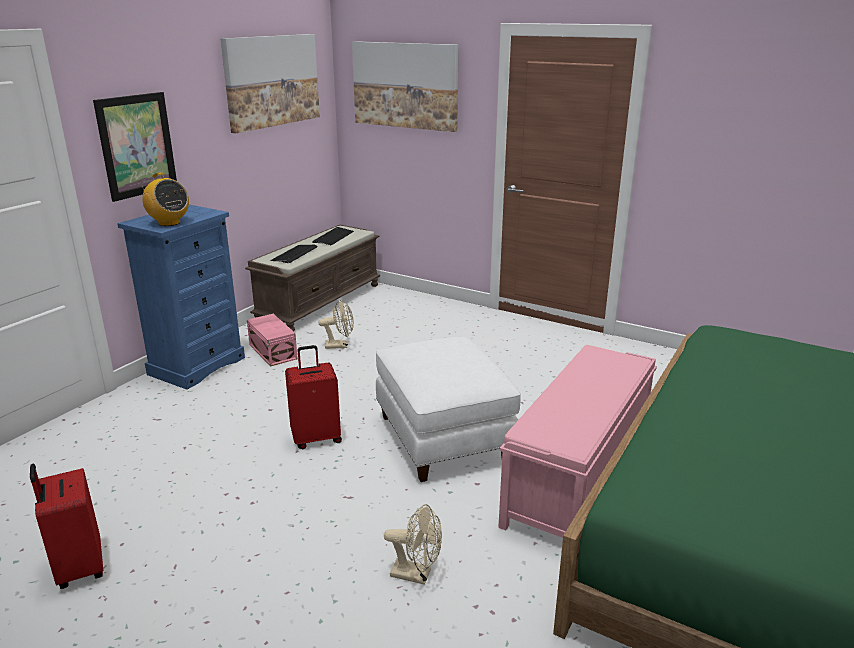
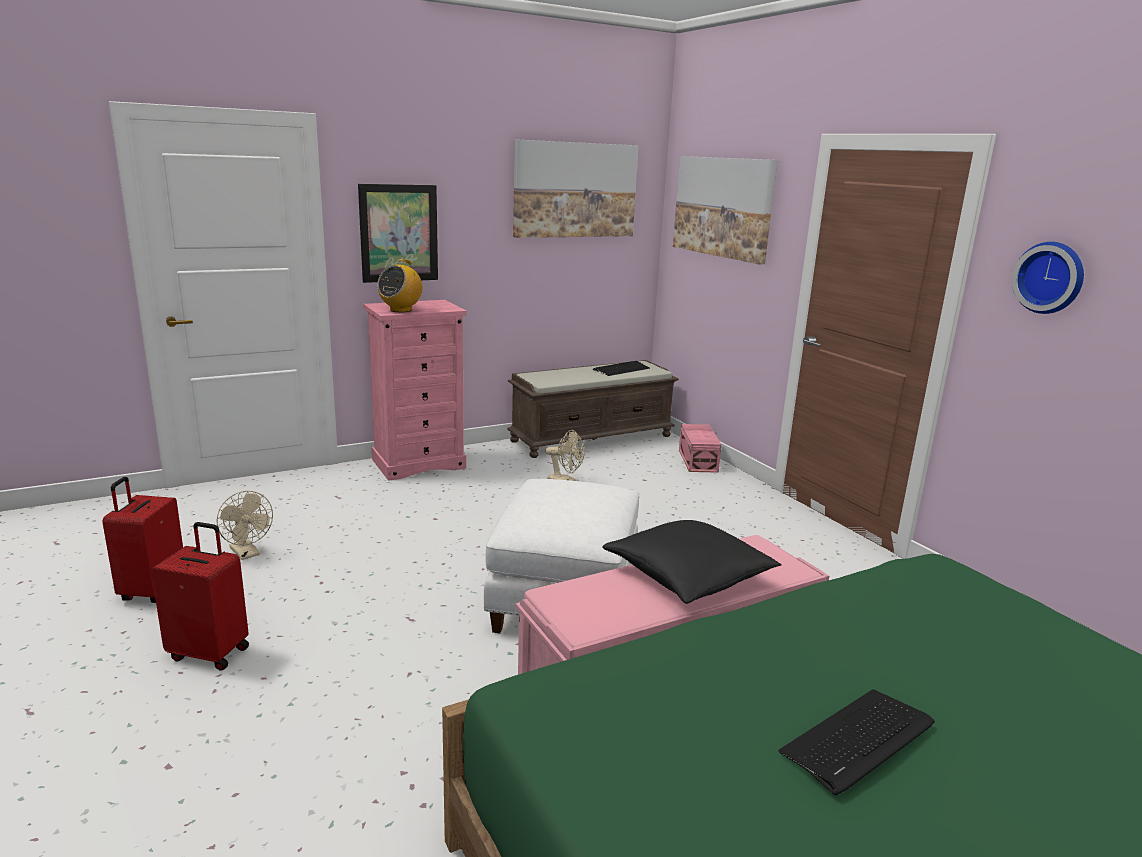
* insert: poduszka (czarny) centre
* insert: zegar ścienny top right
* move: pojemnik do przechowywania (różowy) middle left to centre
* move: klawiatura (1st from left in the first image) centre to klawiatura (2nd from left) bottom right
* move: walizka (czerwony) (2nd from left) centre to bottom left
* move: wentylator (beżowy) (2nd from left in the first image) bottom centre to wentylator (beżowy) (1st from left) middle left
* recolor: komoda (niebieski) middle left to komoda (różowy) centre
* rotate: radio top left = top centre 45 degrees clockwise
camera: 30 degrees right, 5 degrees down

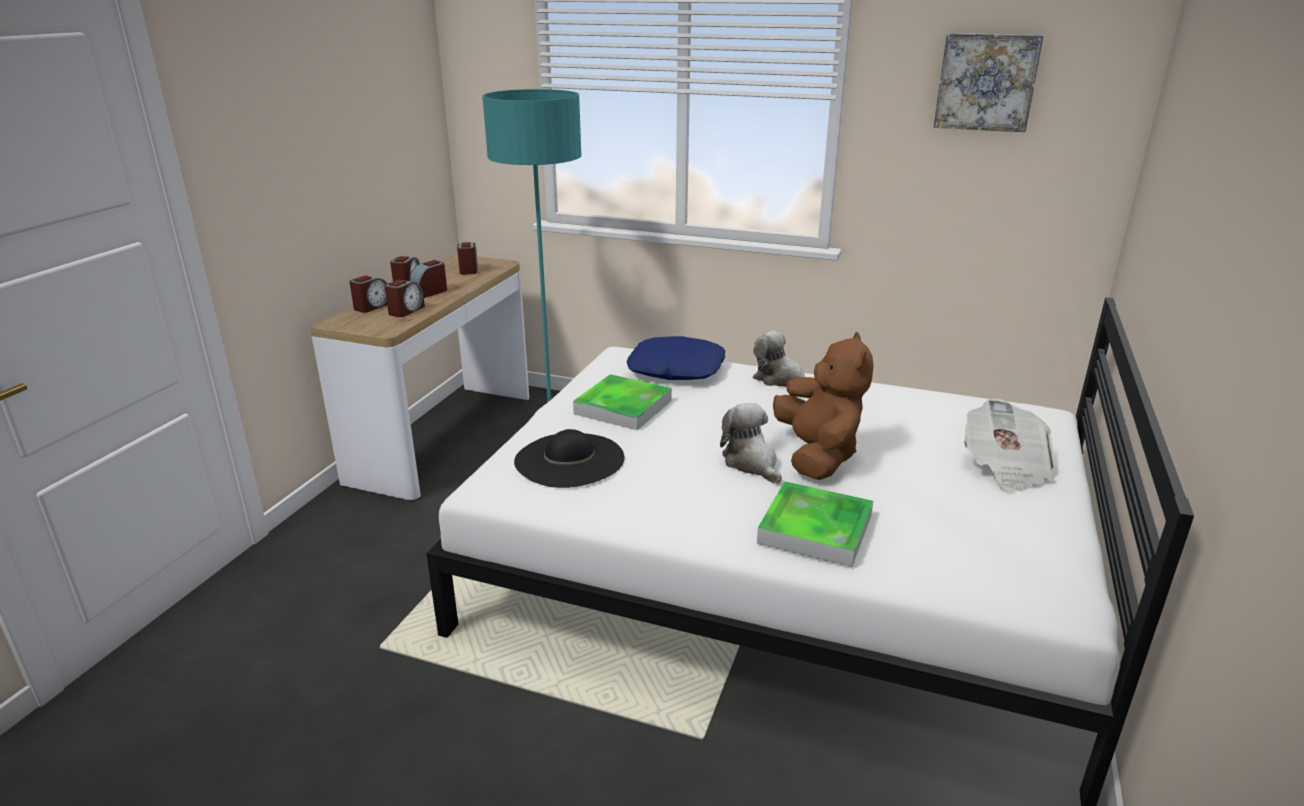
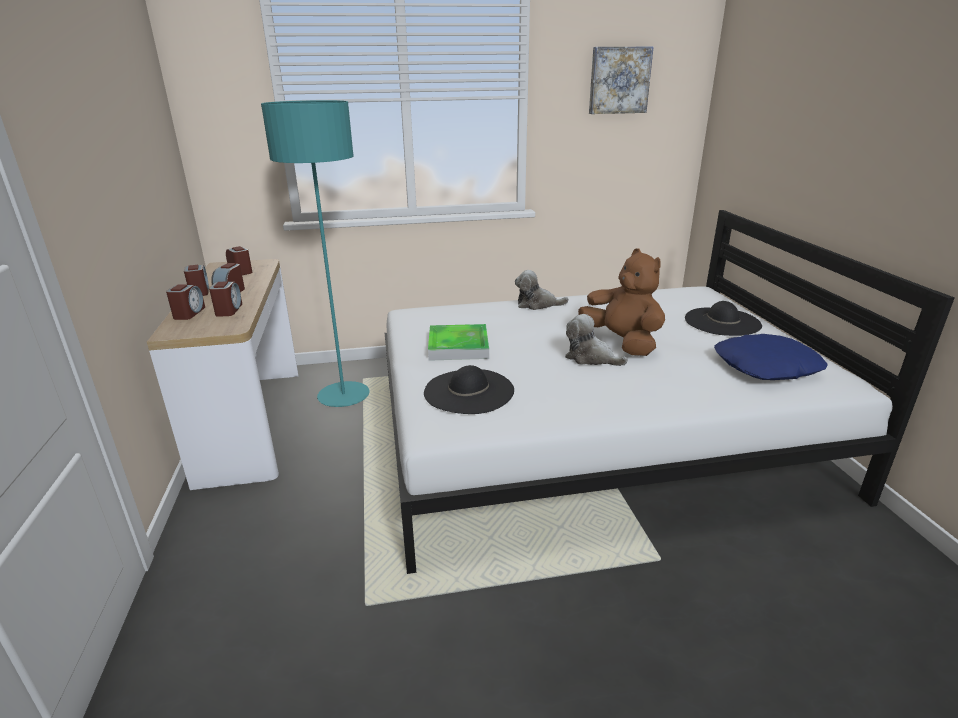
* delete: taca (2nd from left) centre
* move: poduszka (niebieski) centre to middle right
* replace: gazeta middle right to kapelusz (czarny) (2nd from left) middle right
camera: 30 degrees left, 0 degrees up

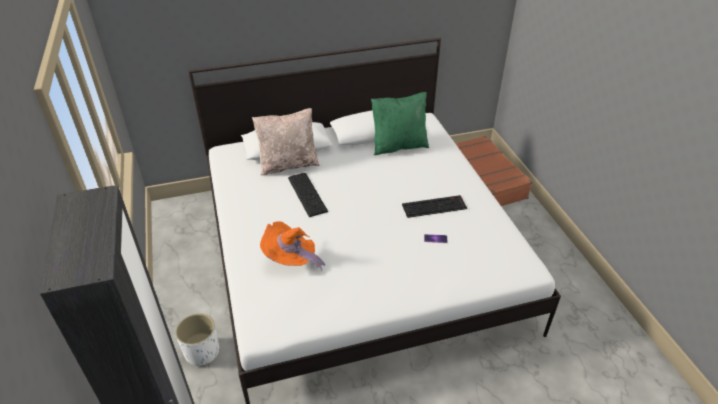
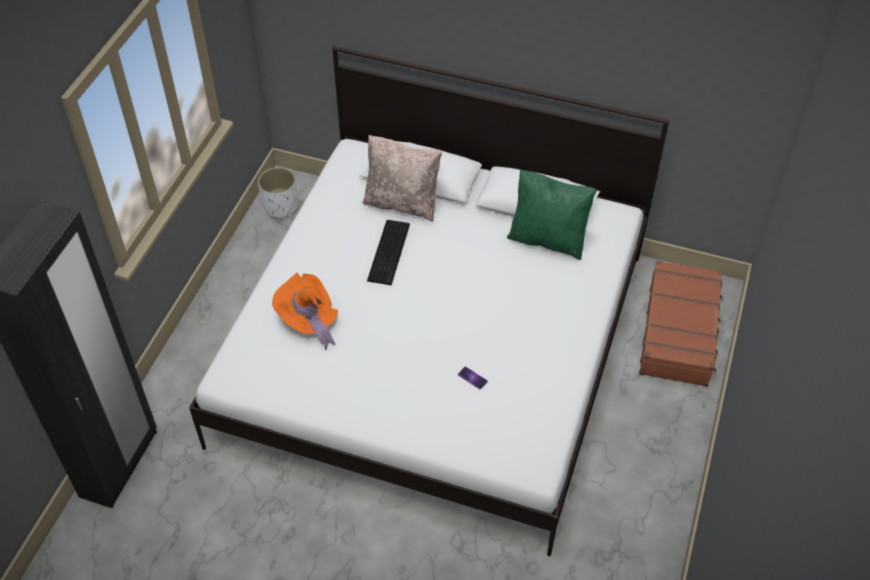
* delete: klawiatura (2nd from left) centre
* move: donica (biały) bottom left to top left
camera: 35 degrees right, 10 degrees up

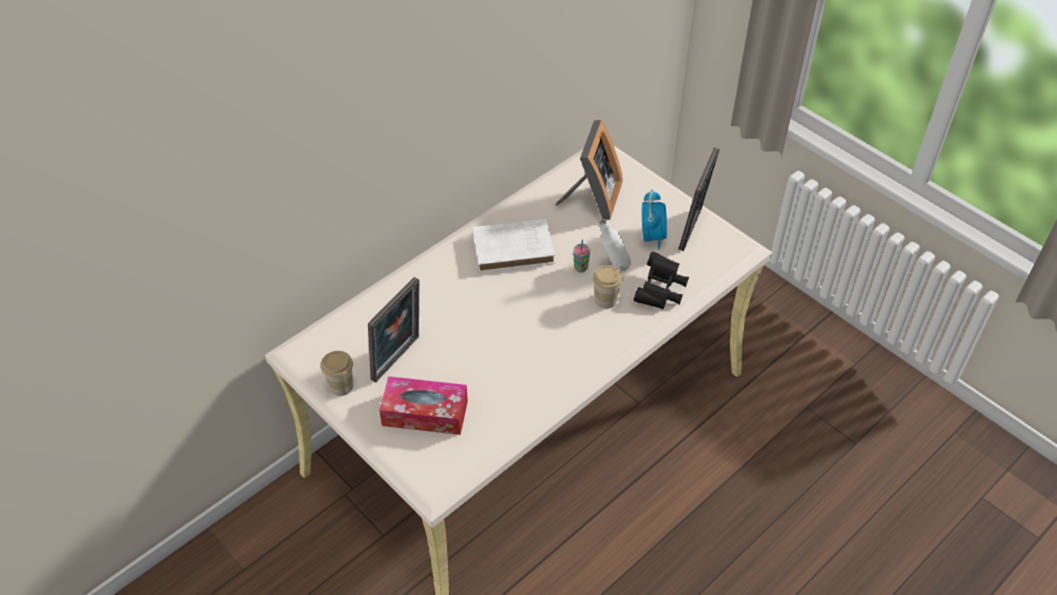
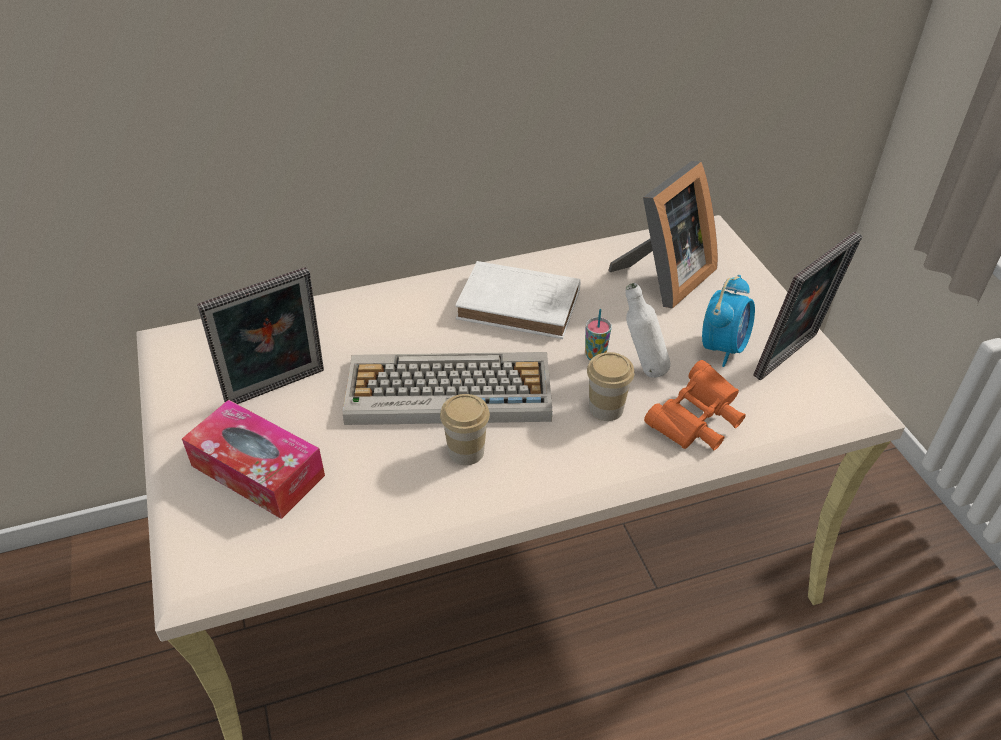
* insert: klawiatura centre
* move: filiżanka (1st from left) middle left to centre
* recolor: lornetka (czarny) centre to lornetka (pomarańczowy) middle right
camera: 25 degrees right, 5 degrees down

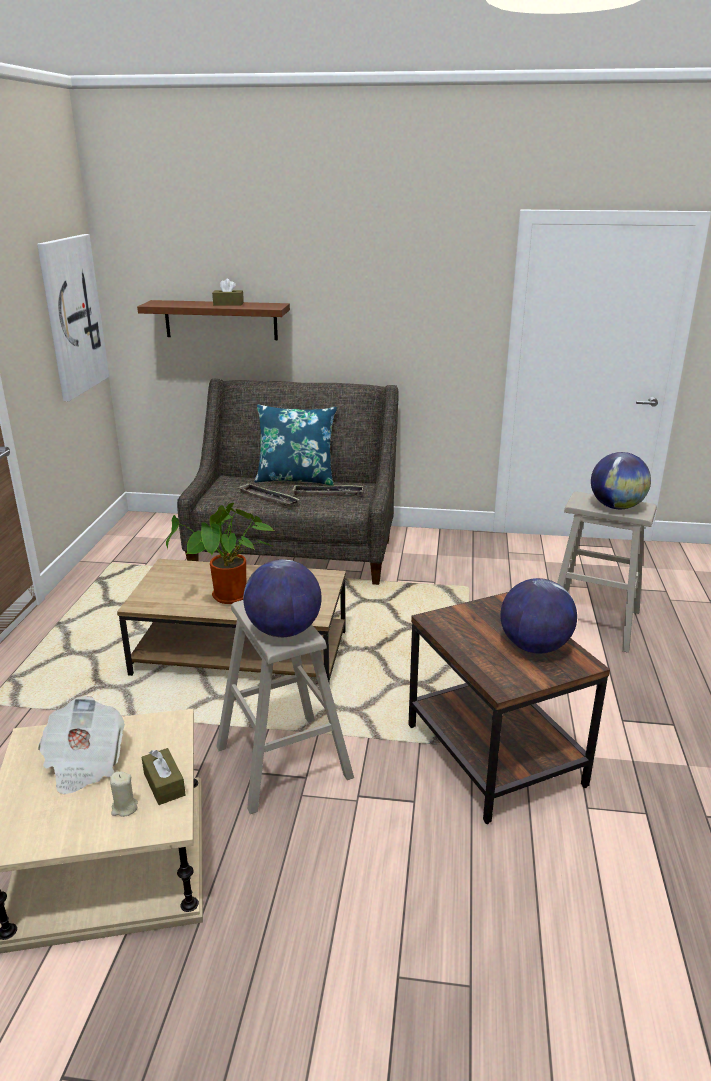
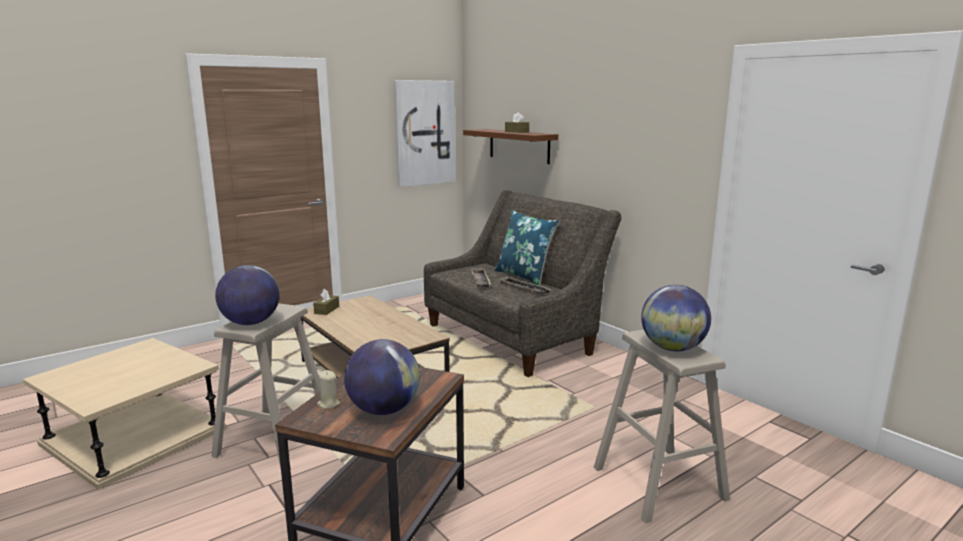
* delete: gazeta bottom left
* delete: roślina doniczkowa middle left
* move: świeca (beżowy) bottom left to bottom centre
* move: pudełko chusteczek (brązowy) (1st from left) bottom left to centre
camera: 45 degrees right, 10 degrees down

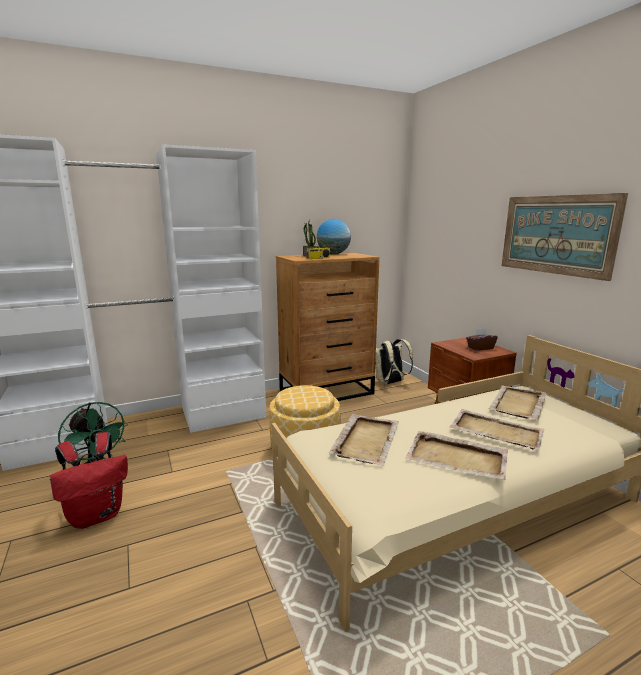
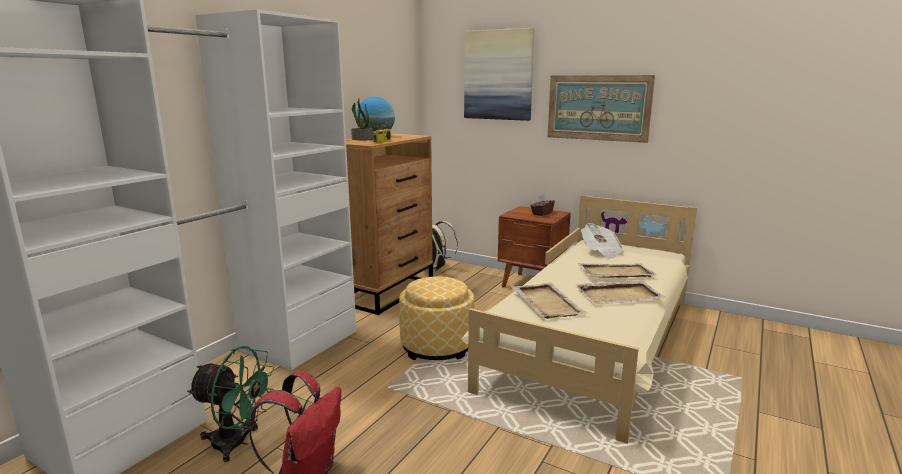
* insert: obraz (1st from left) top centre
* replace: taca (beżowy) (4th from left) middle right to gazeta middle right
camera: 35 degrees left, 0 degrees up

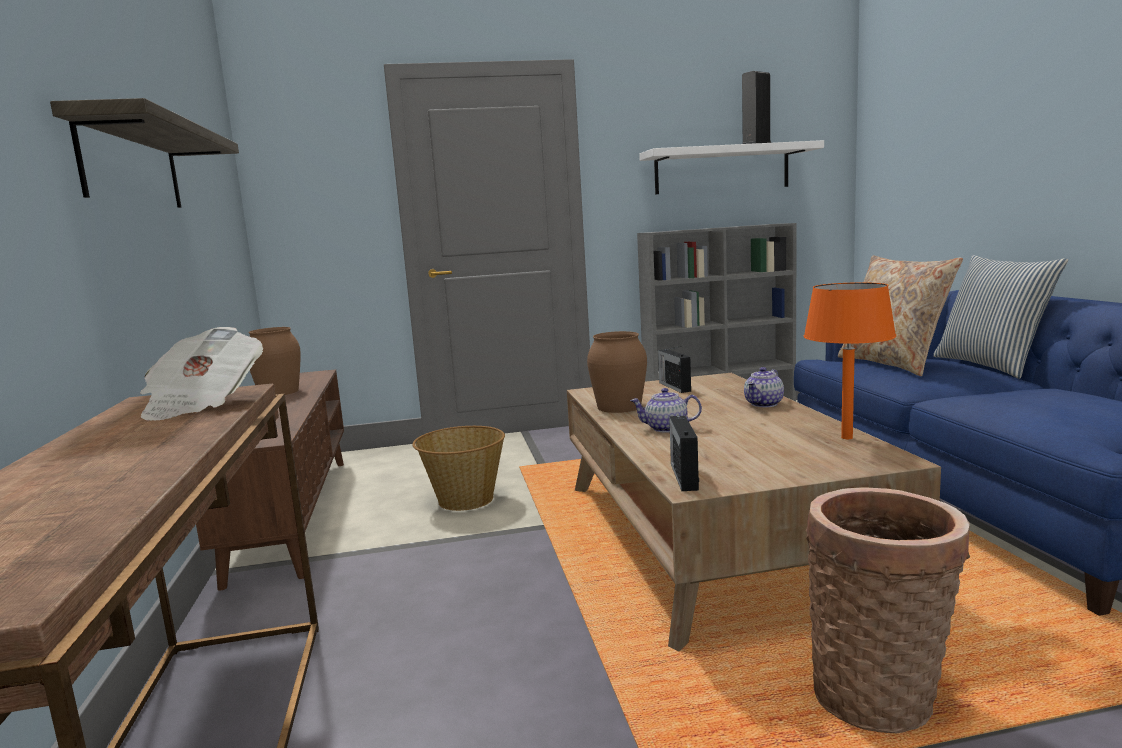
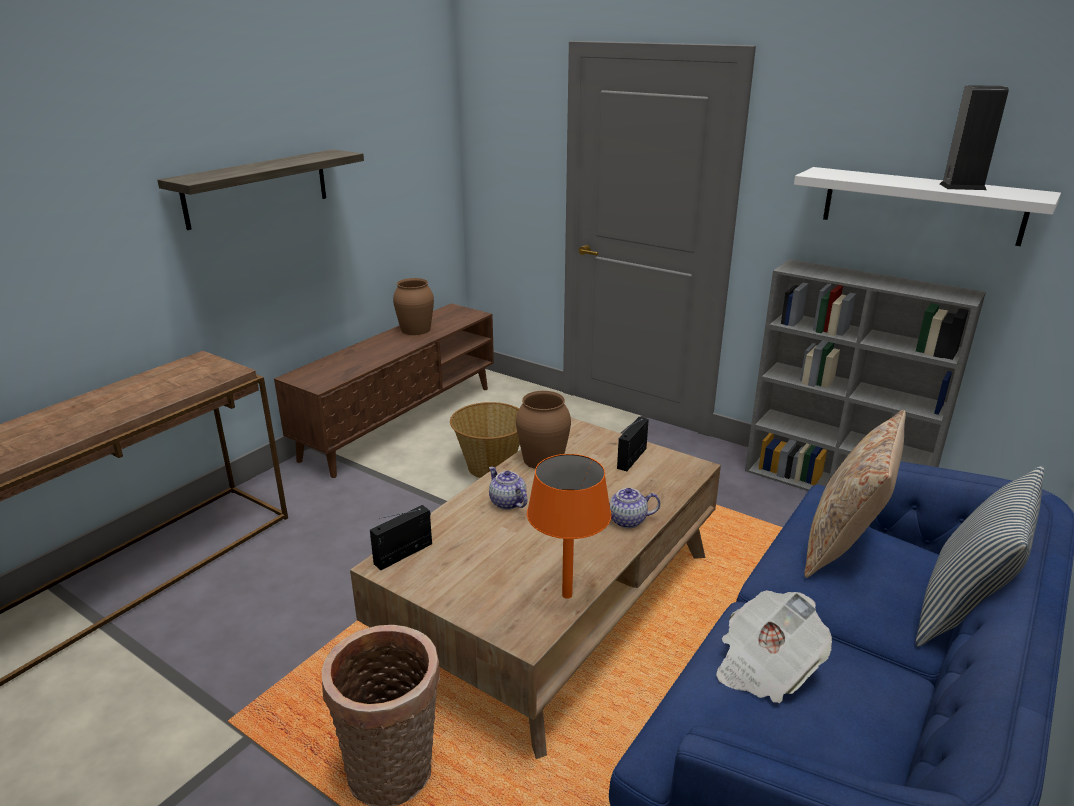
* move: gazeta middle left to bottom right
camera: 45 degrees right, 15 degrees up

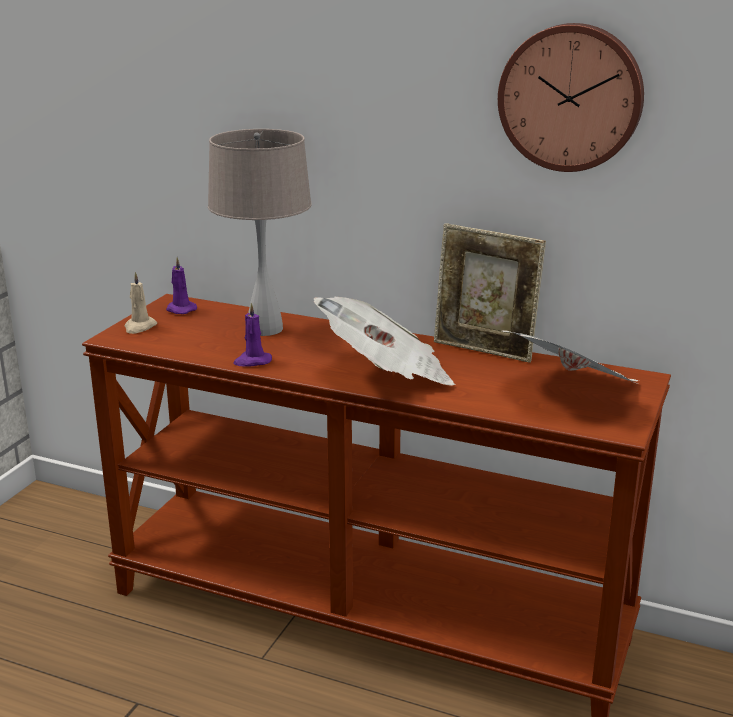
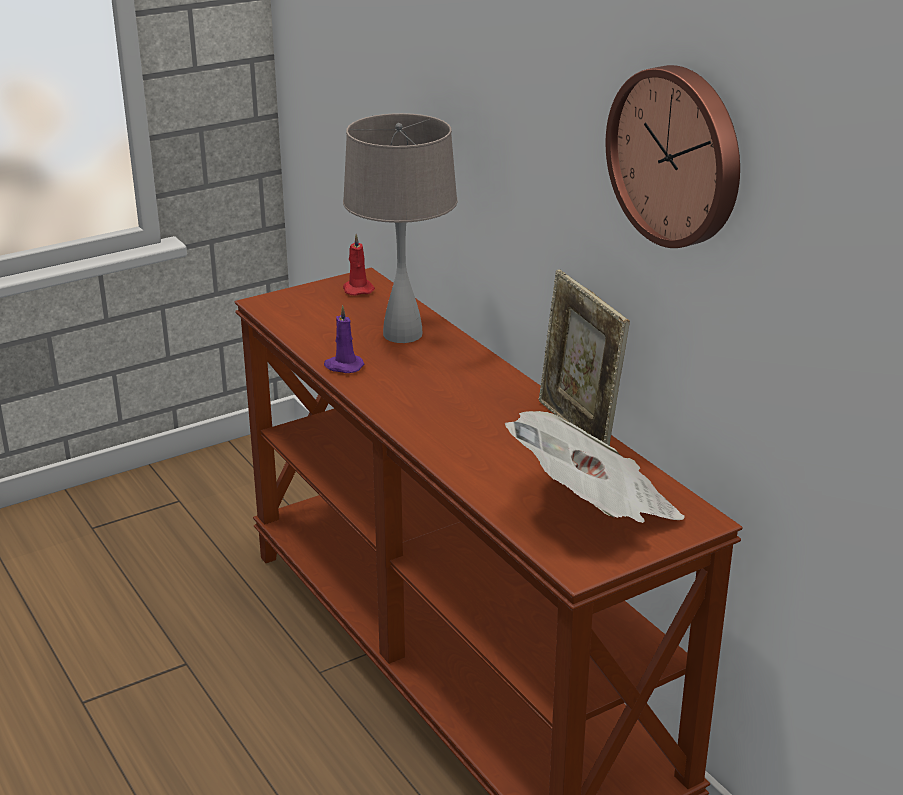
* delete: świeca (beżowy) middle left
* delete: gazeta (1st from left) centre
* recolor: świeca (fioletowy) (1st from left) middle left to świeca (czerwony) centre
camera: 35 degrees right, 5 degrees up

